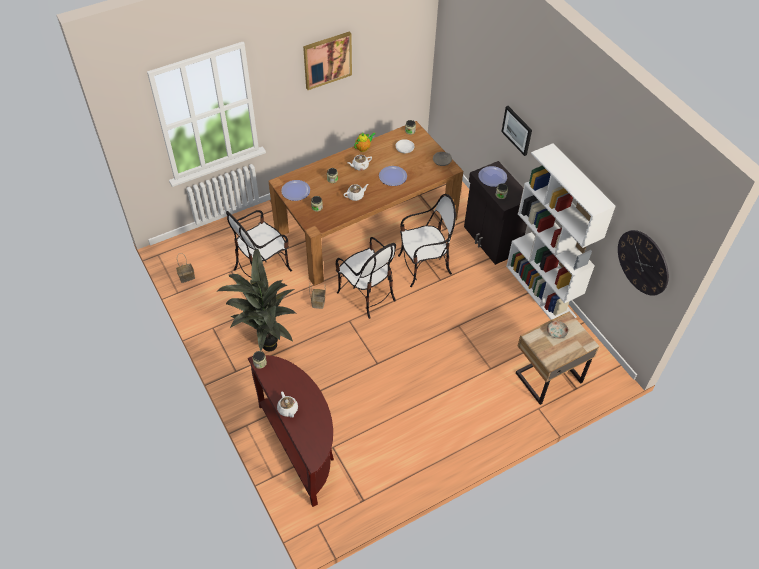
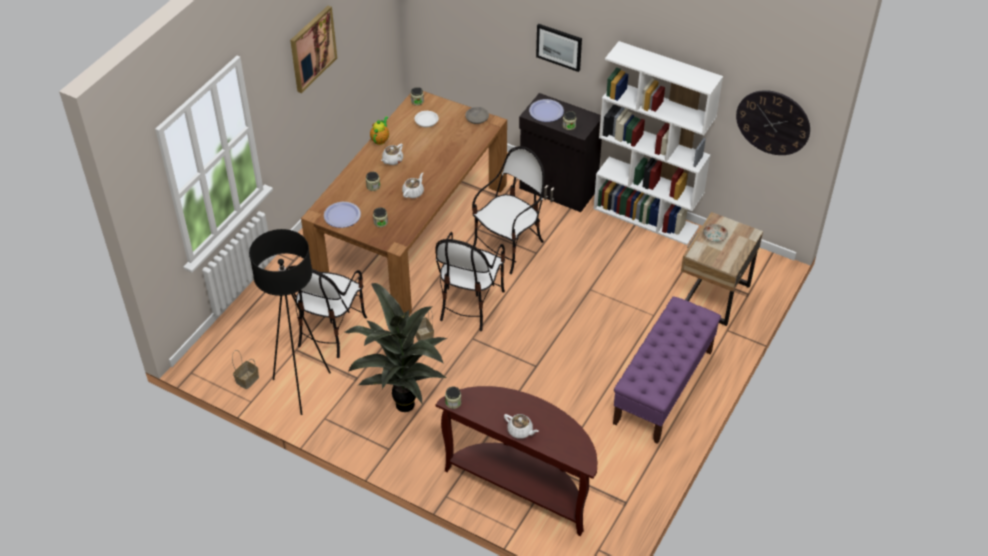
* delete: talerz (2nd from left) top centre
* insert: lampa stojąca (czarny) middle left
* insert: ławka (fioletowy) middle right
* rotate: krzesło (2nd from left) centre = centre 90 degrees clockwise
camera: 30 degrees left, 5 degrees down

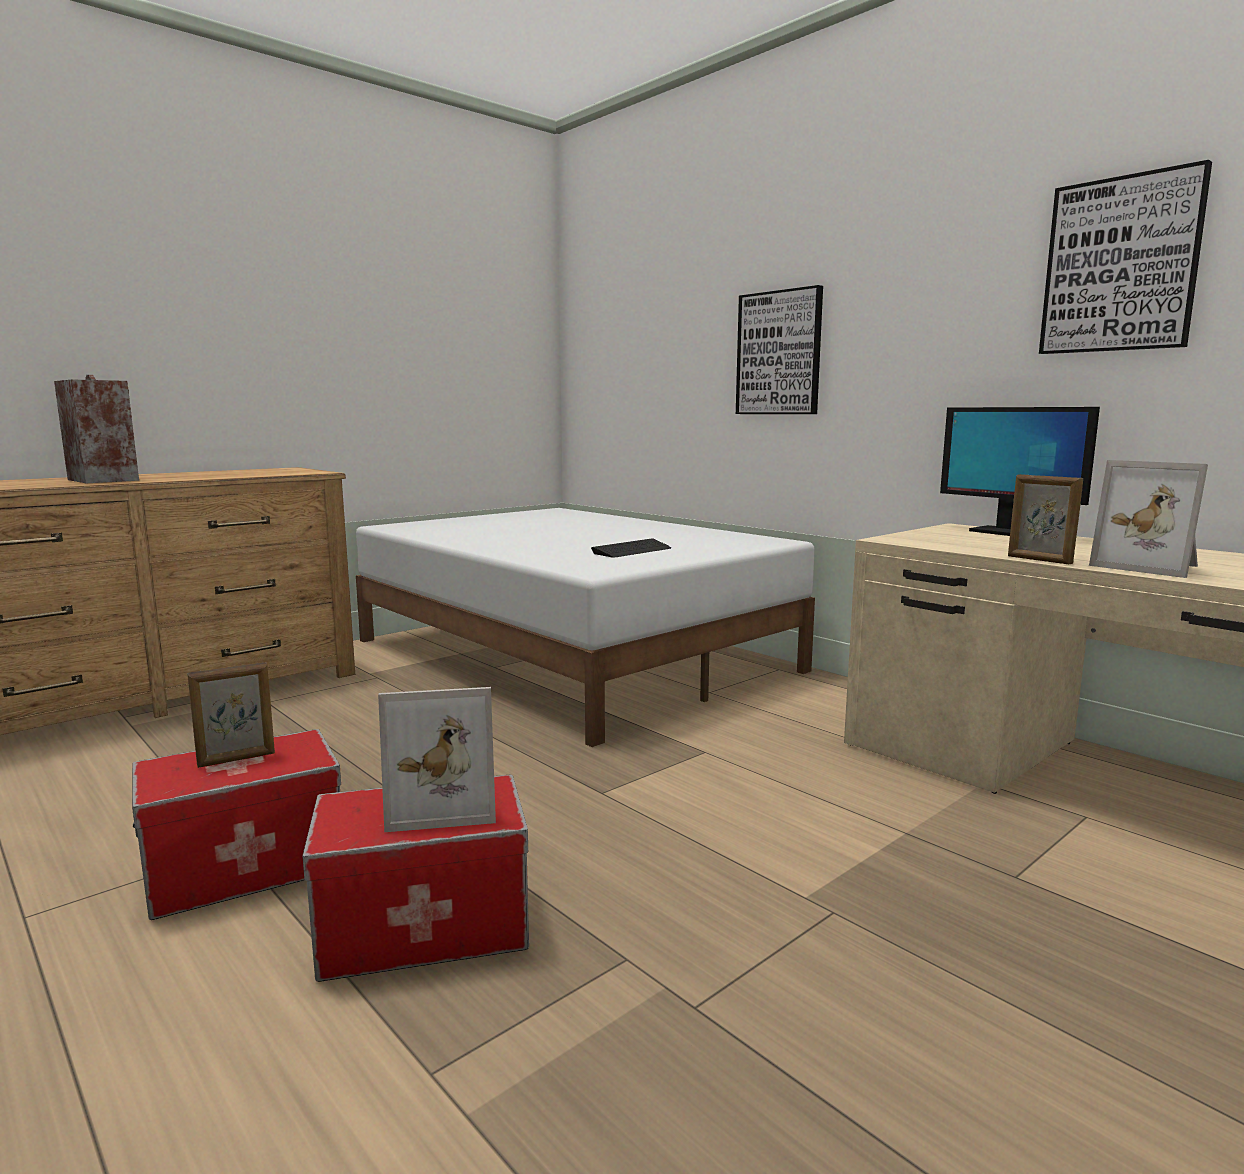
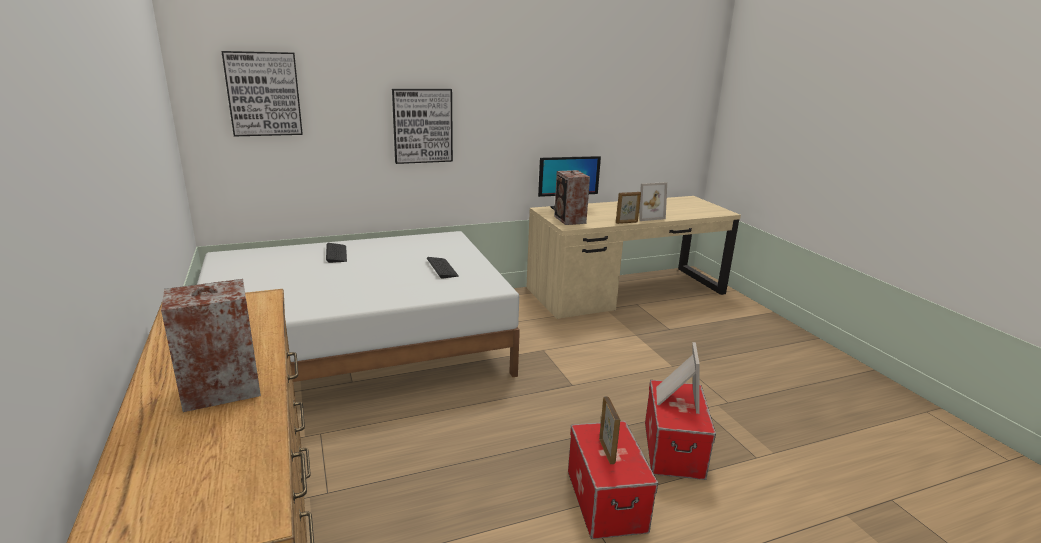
* insert: klawiatura (1st from left) middle left
* insert: głośnik (2nd from left) centre
* move: obraz (2nd from left in the first image) top right to obraz (1st from left) top left
camera: 70 degrees left, 10 degrees up

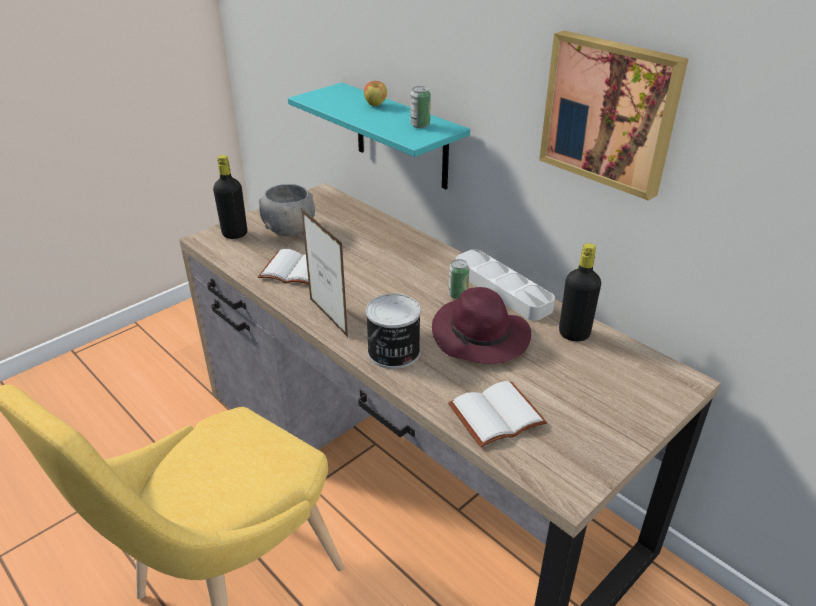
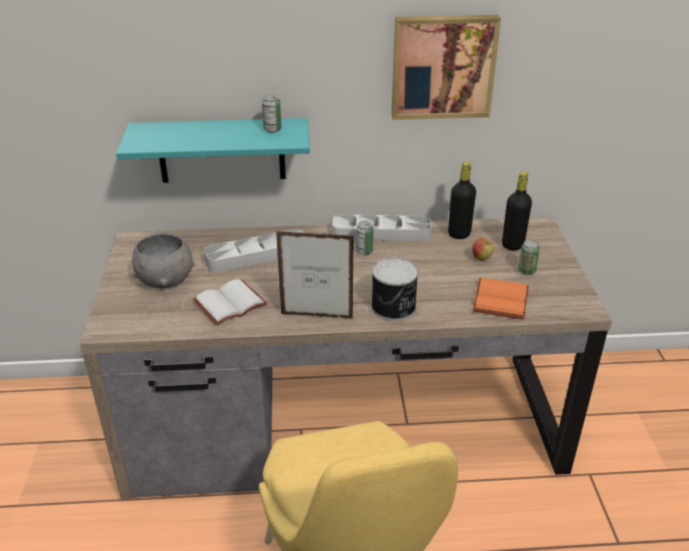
* delete: kapelusz (fioletowy) centre
* insert: taca (szary) (1st from left) centre
* insert: puszka (4th from left) middle right
* move: butelka (czarny) (1st from left in the first image) top left to butelka (czarny) (2nd from left) middle right
* move: jabłko top centre to middle right
* recolor: książka (biały) (2nd from left) bottom centre to książka (pomarańczowy) middle right
camera: 50 degrees left, 0 degrees up

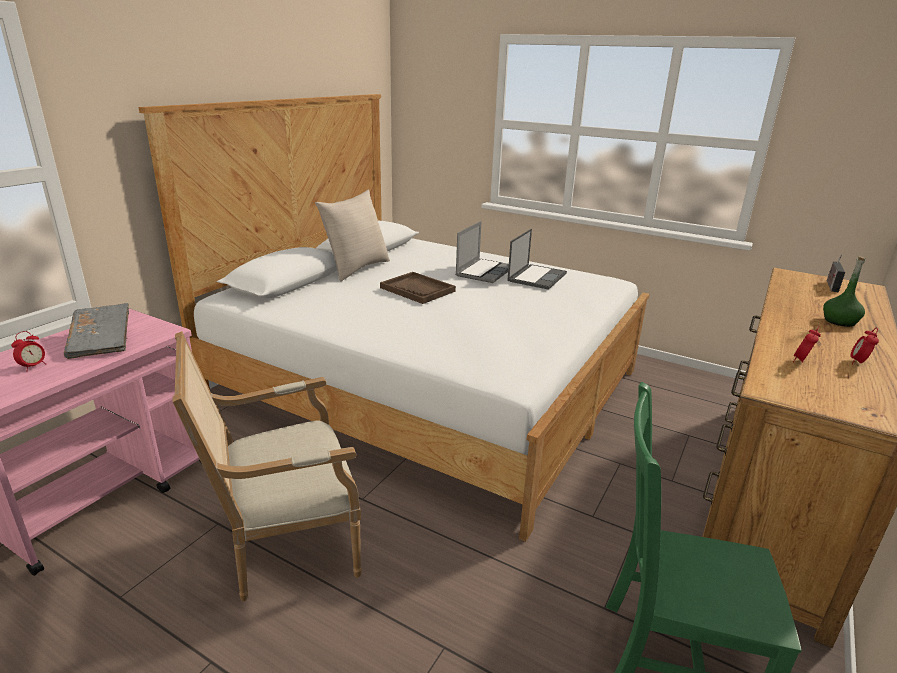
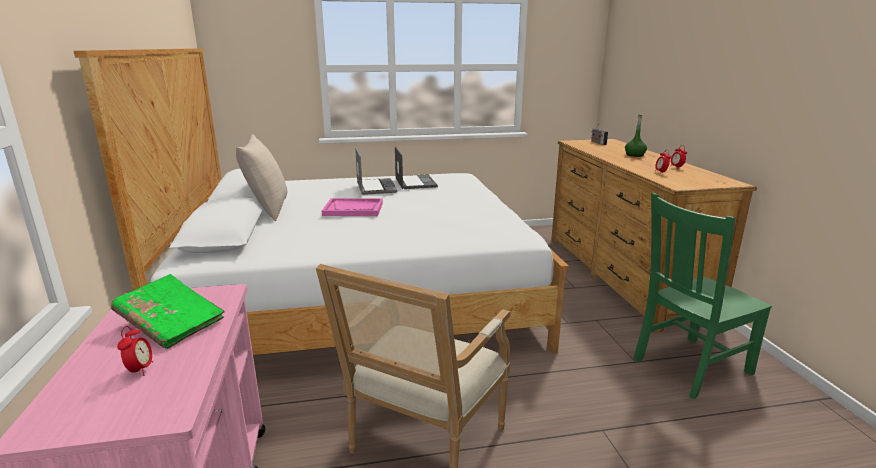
* recolor: książka (szary) middle left to książka (zielony) middle left
* recolor: taca (brązowy) centre to taca (różowy) centre
camera: 40 degrees left, 5 degrees down

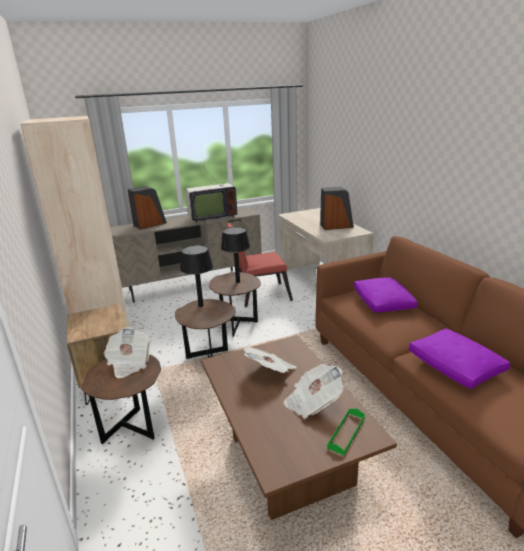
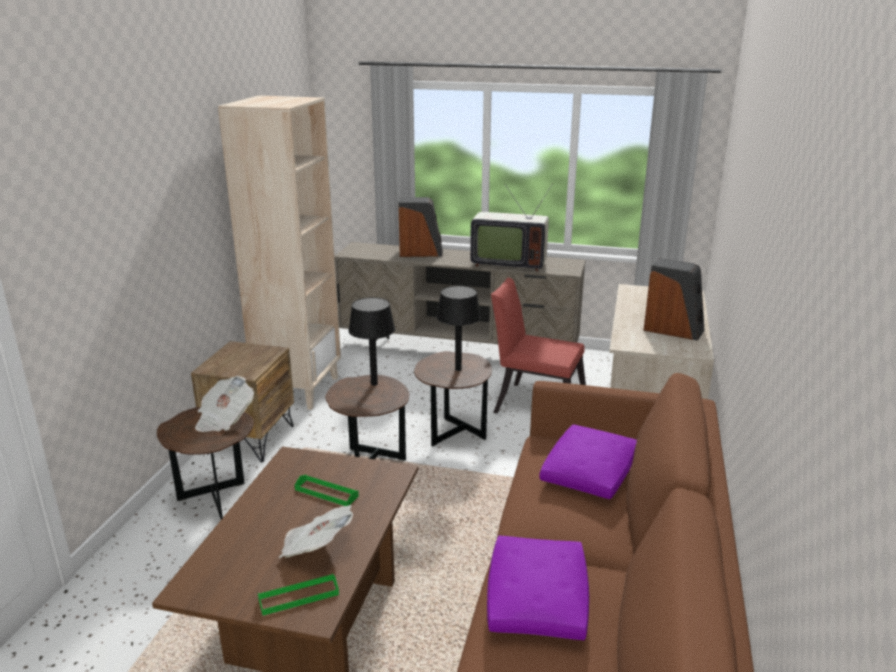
* replace: gazeta (2nd from left) centre to taca (zielony) (2nd from left) bottom centre
camera: 35 degrees right, 0 degrees up

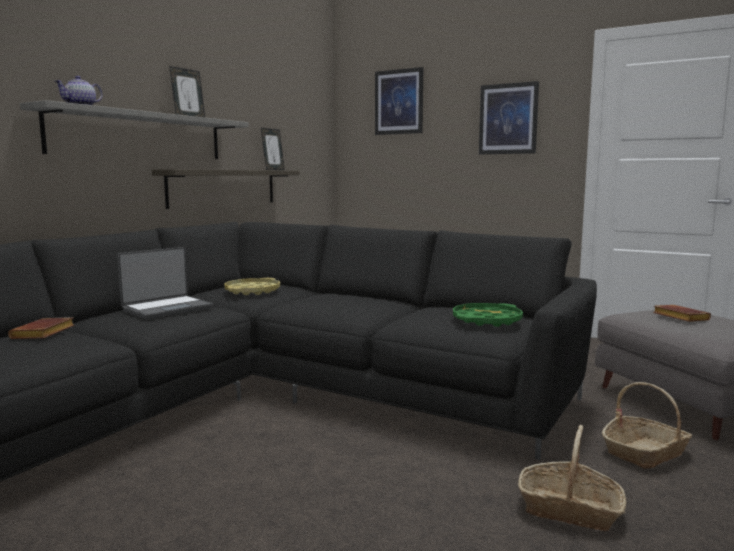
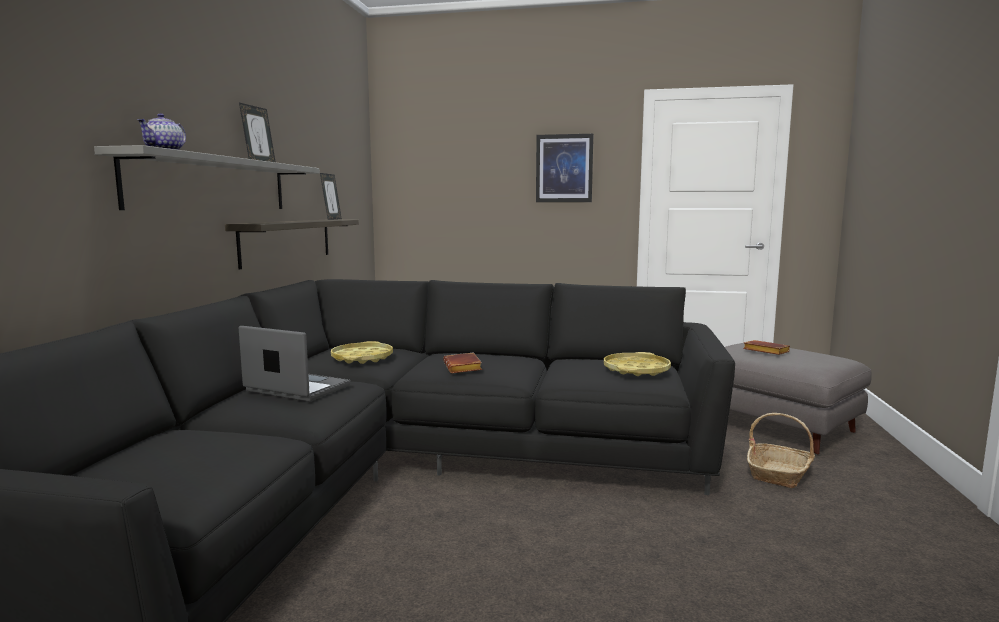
* delete: obraz (1st from left) top centre
* delete: koszyk (1st from left) bottom right
* move: książka (brązowy) (1st from left) middle left to centre
* recolor: taca (zielony) centre to taca (żółty) (2nd from left) centre
* rotate: laptop middle left = middle left 90 degrees counterclockwise
camera: 20 degrees left, 0 degrees up

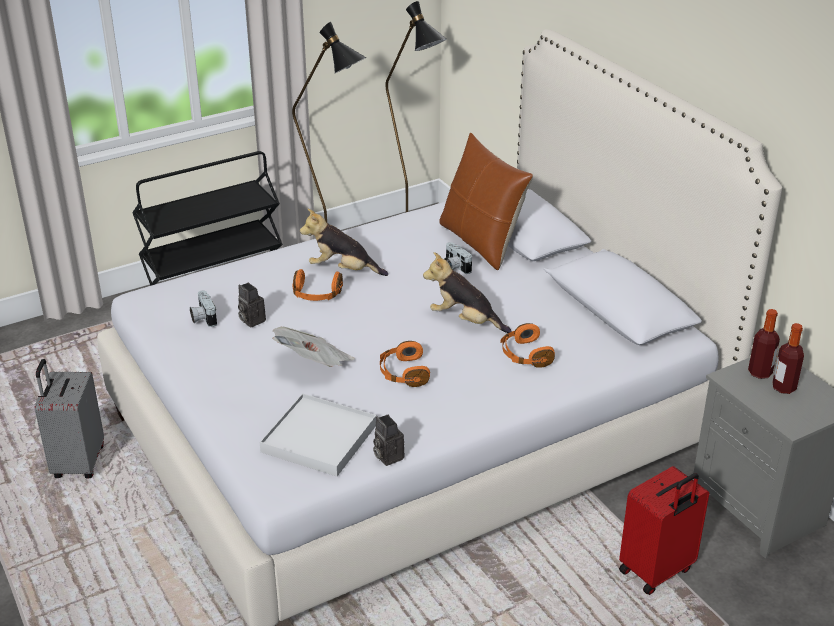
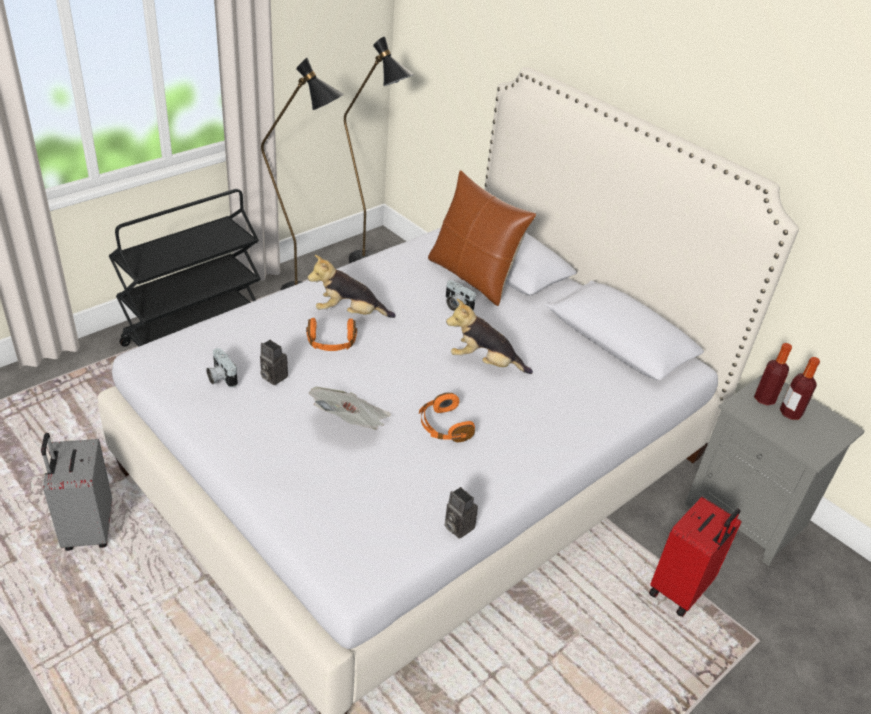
* delete: taca (biały) bottom centre
* delete: słuchawki (pomarańczowy) (3rd from left) centre
camera: 15 degrees left, 5 degrees up

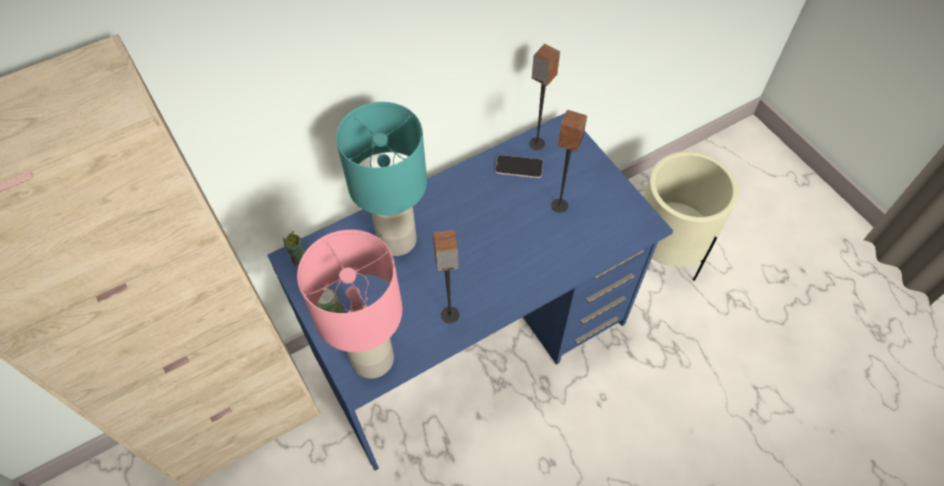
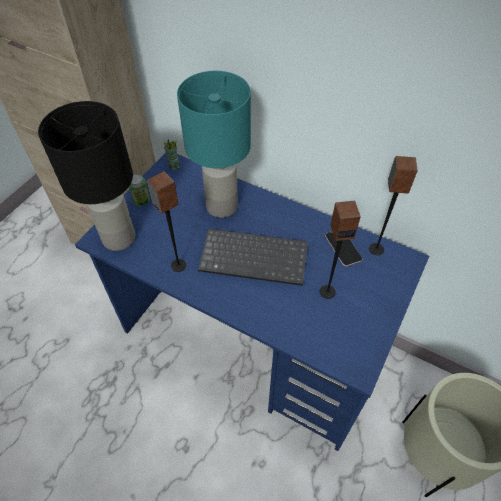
* insert: klawiatura centre
* recolor: lampa stołowa (różowy) centre to lampa stołowa (czarny) middle left
camera: 60 degrees right, 5 degrees down

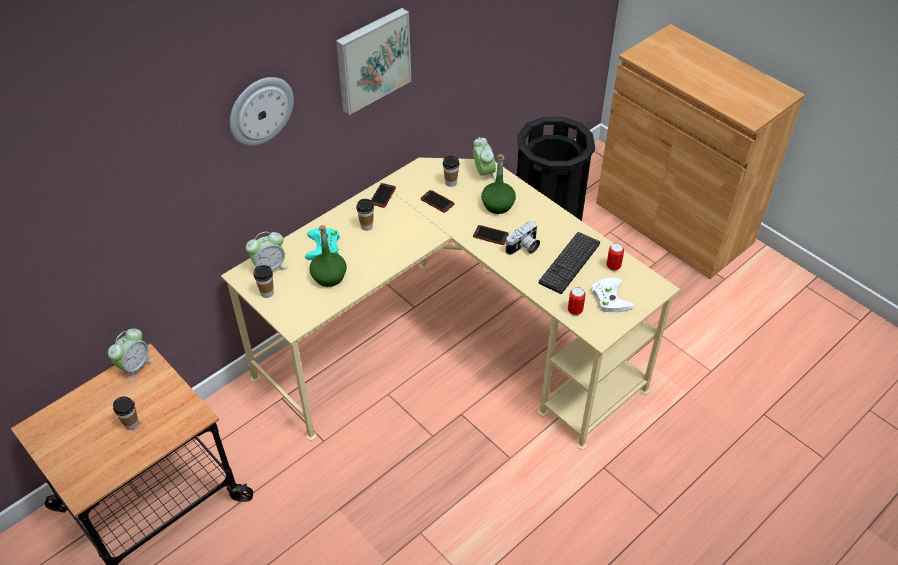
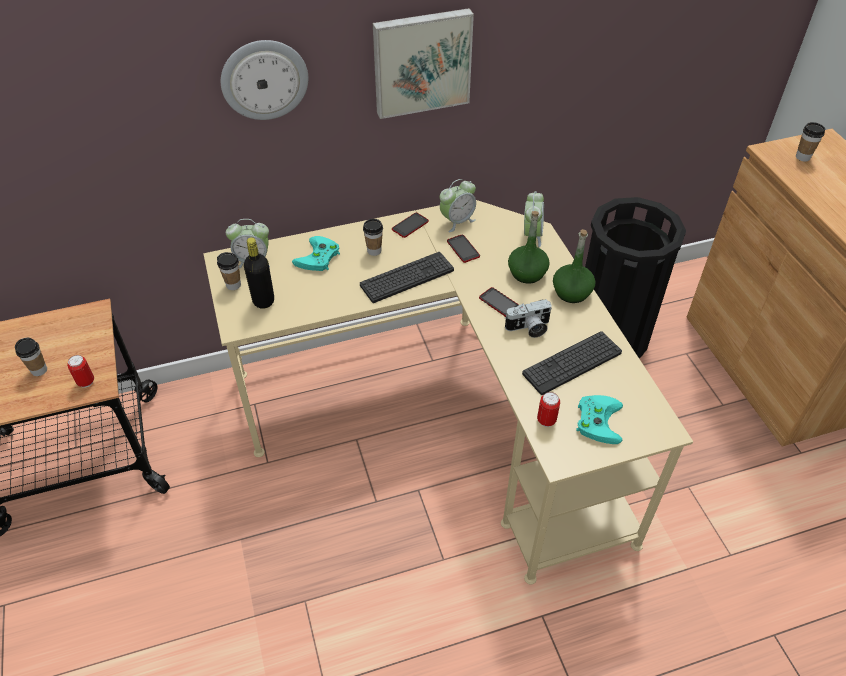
* insert: butelka (czarny) middle left
* insert: klawiatura (1st from left) centre
* move: budzik (1st from left in the first image) middle left to budzik (2nd from left) top centre
* move: butelka (zielony) (1st from left in the first image) centre to butelka (zielony) (2nd from left) middle right
* move: filiżanka (4th from left) top centre to top right
* move: puszka (2nd from left in the first image) middle right to puszka (1st from left) middle left
* recolor: pad do gier (biały) middle right to pad do gier (turkusowy) (2nd from left) middle right
camera: 25 degrees right, 0 degrees up

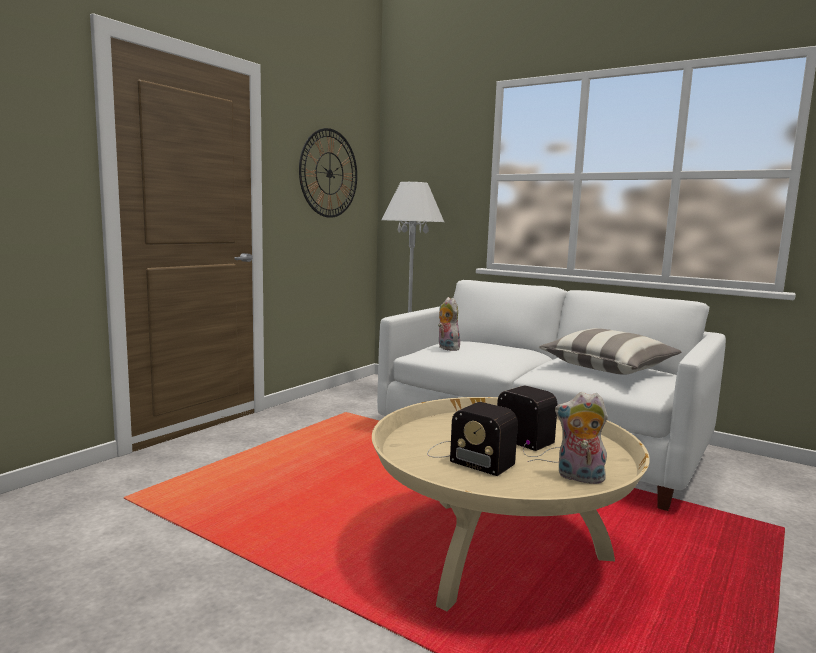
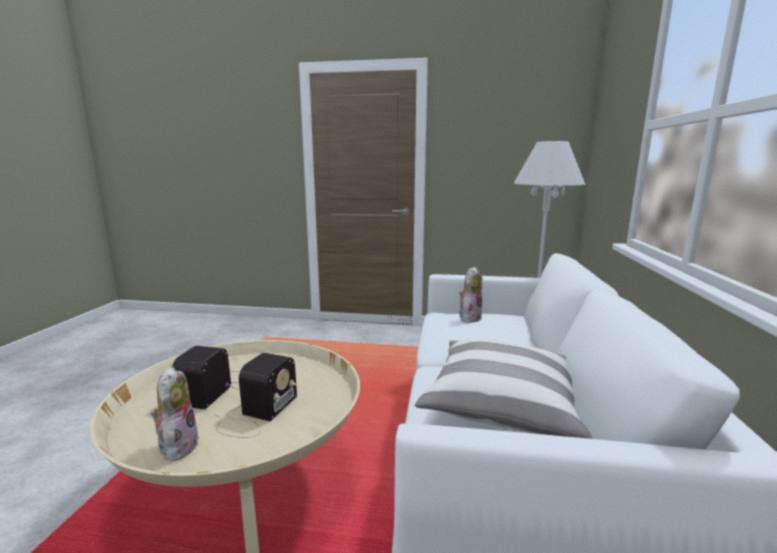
* delete: zegar ścienny top centre
camera: 65 degrees right, 5 degrees up

